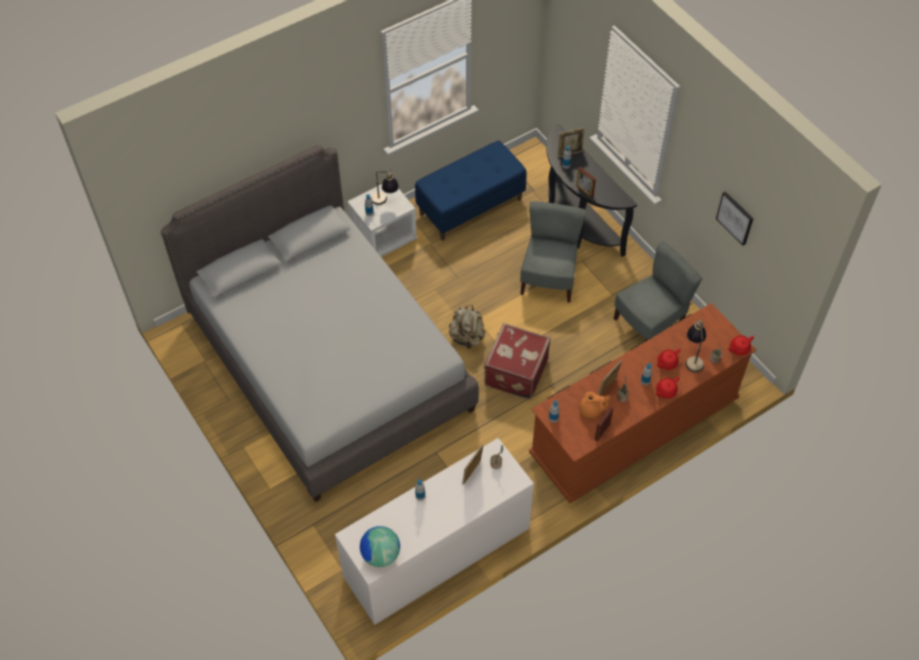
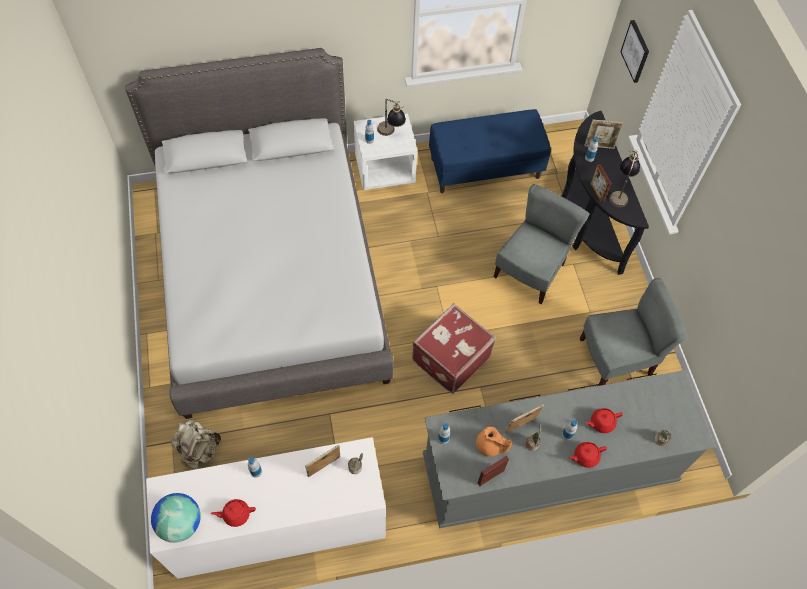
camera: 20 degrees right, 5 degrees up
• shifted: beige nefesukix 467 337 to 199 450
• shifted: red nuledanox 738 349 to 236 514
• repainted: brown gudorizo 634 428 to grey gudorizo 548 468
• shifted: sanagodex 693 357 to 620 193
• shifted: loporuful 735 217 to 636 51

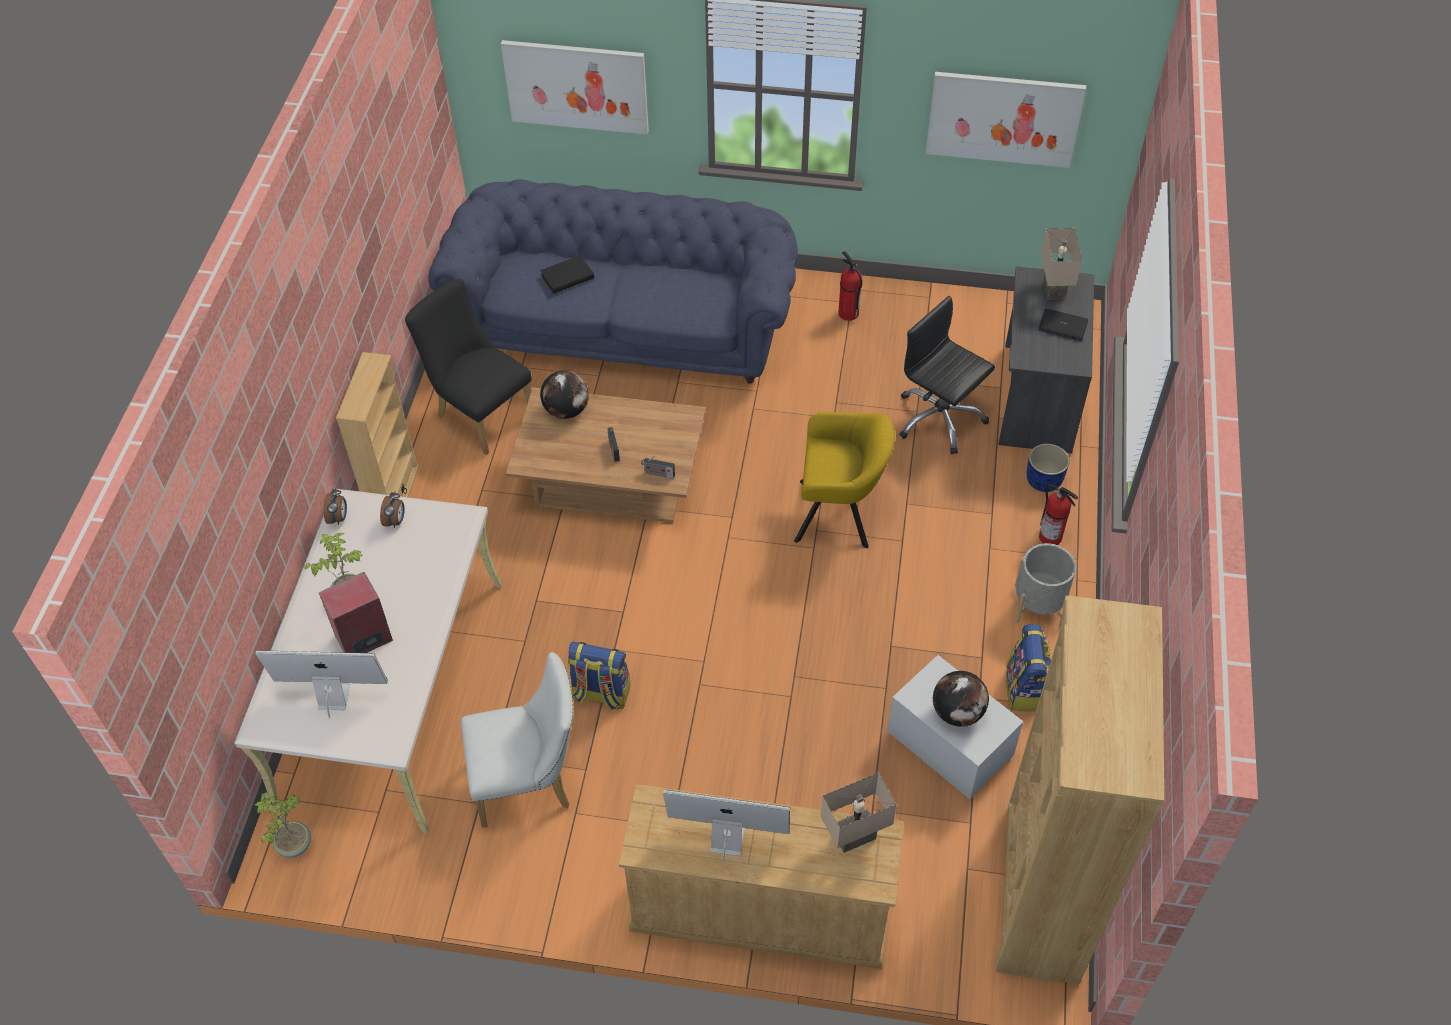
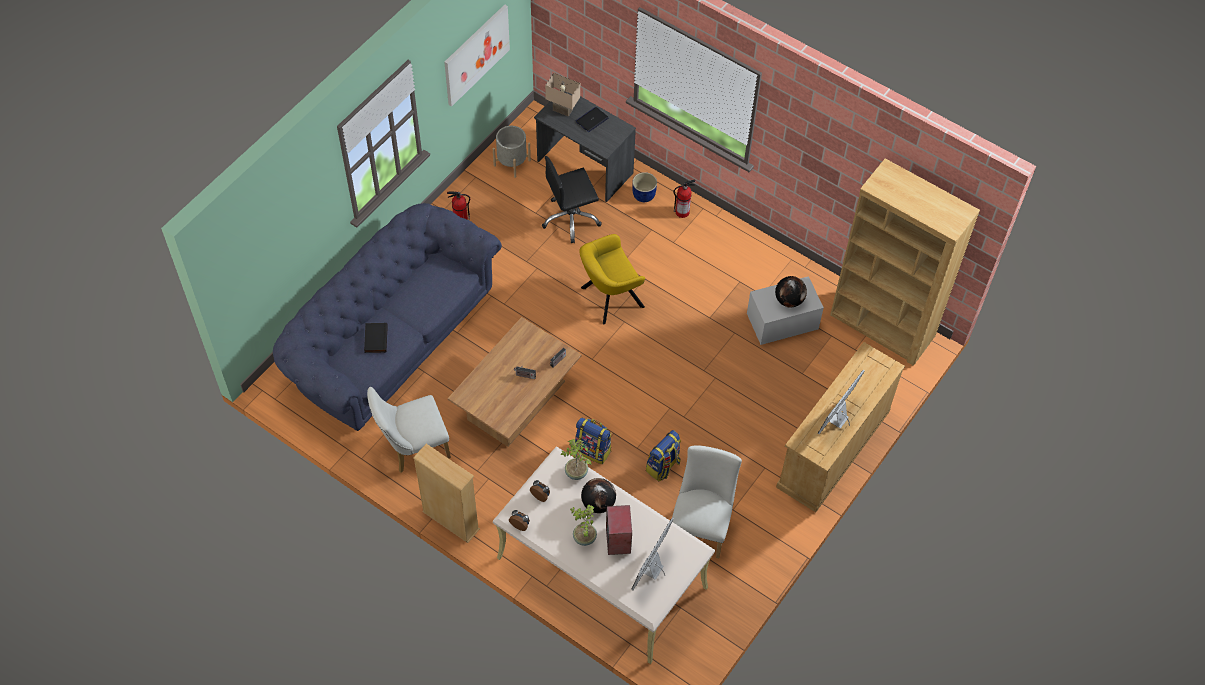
camera: 65 degrees left, 5 degrees up
• repainted: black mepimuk 480 413 to white mepimuk 412 448
• shifted: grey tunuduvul 1038 605 to 512 163
• shifted: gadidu 293 845 to 576 473
• shifted: nefesukix 1025 689 to 593 450
• rotated: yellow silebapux 840 514 = 609 298 150 degrees counterclockwise
• shifted: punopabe 566 410 to 598 503
• gone: loporuful 576 86
• gone: beige sanagodex 855 838

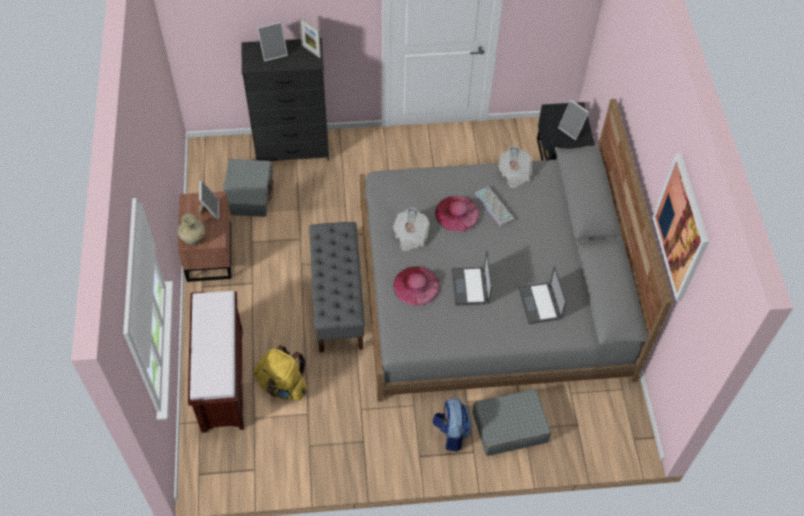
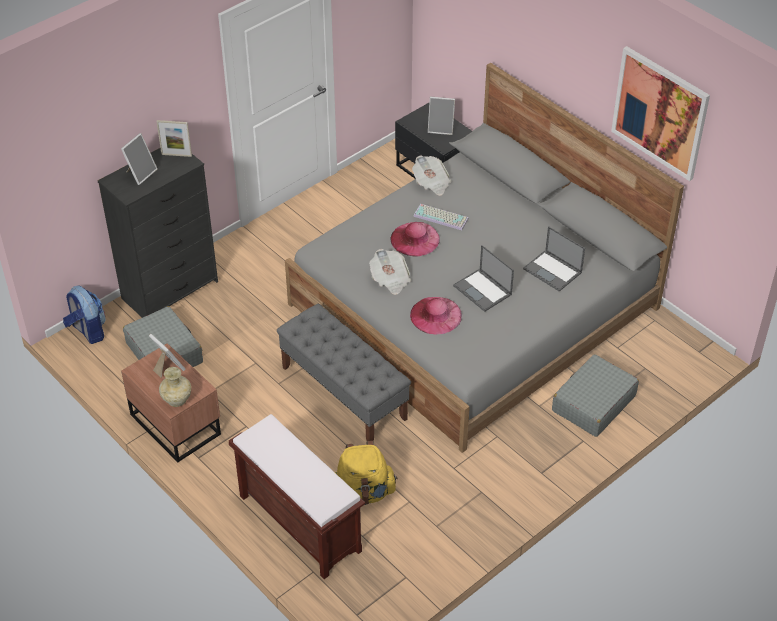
camera: 35 degrees left, 10 degrees down
• shifted: nefesukix 451 433 to 87 331

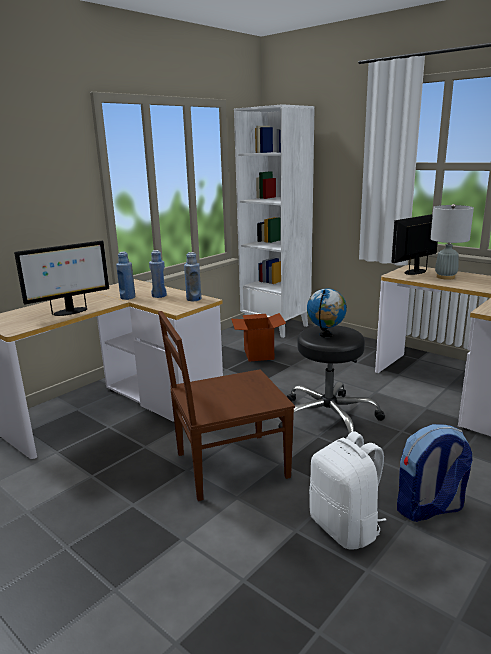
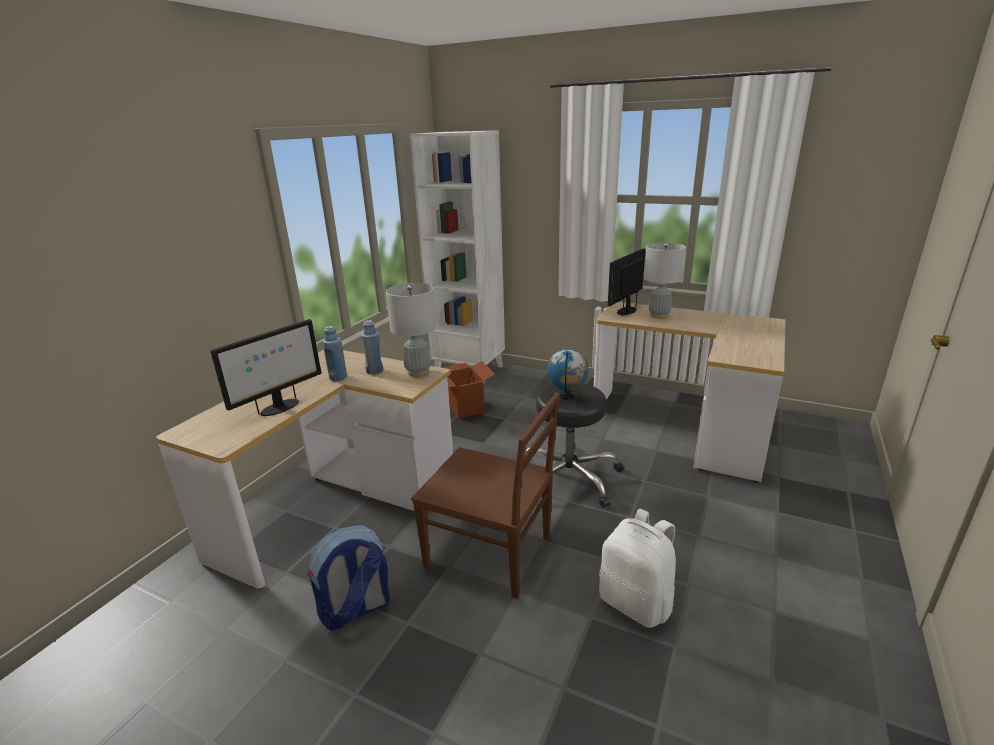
camera: 15 degrees left, 5 degrees up
• shifted: nefesukix 429 509 to 355 610
• swapped: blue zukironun 194 299 to grey sanagodex 418 372
• rotated: brown mepimuk 228 466 = 491 553 120 degrees counterclockwise

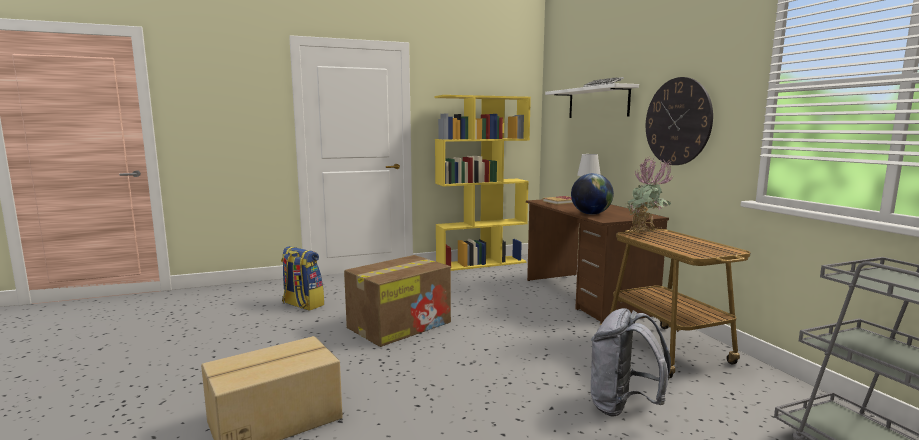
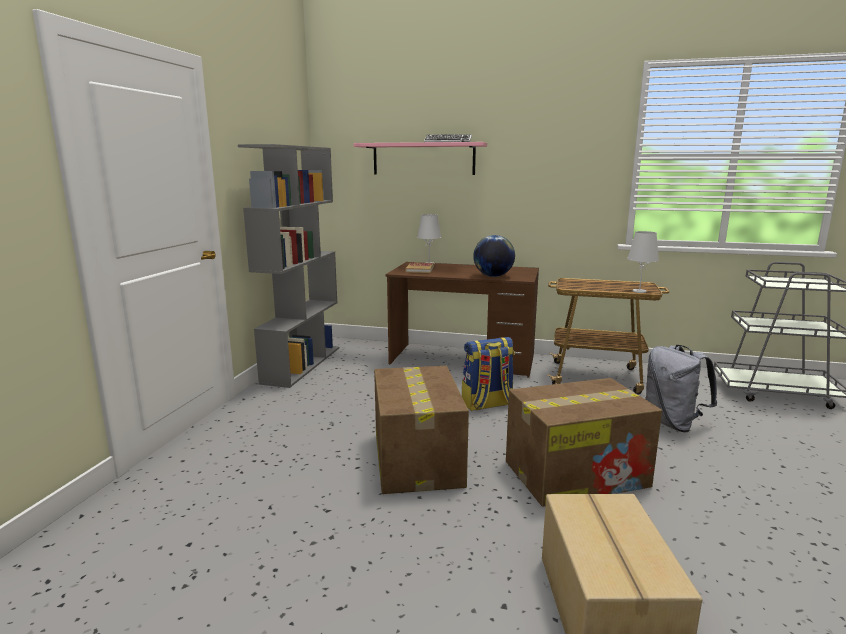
camera: 55 degrees left, 5 degrees up
• repainted: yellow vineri 481 263 to grey vineri 302 364
• repainted: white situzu 597 103 to pink situzu 423 159
• shifted: nefesukix 302 304 to 487 404
• new: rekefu 577 473
• new: white sanagodex 639 291
• gone: gadidu 646 234
• gone: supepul 677 121

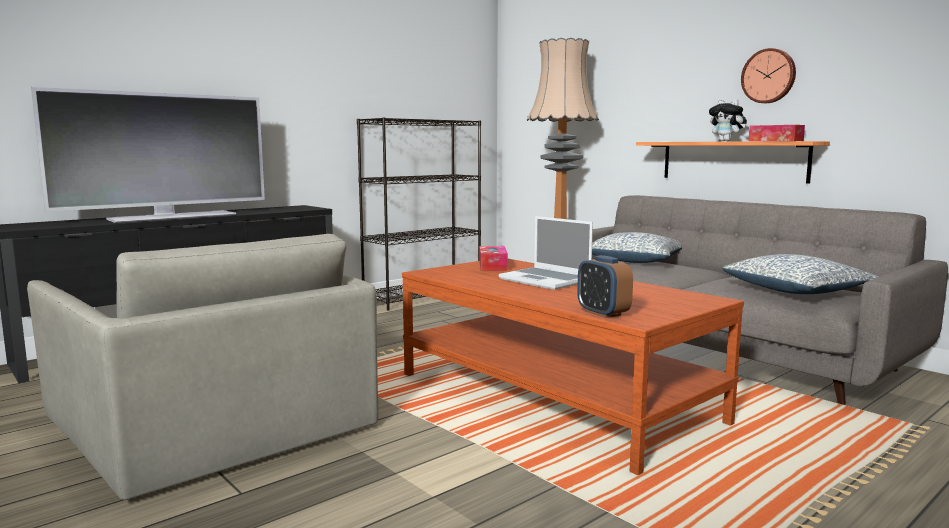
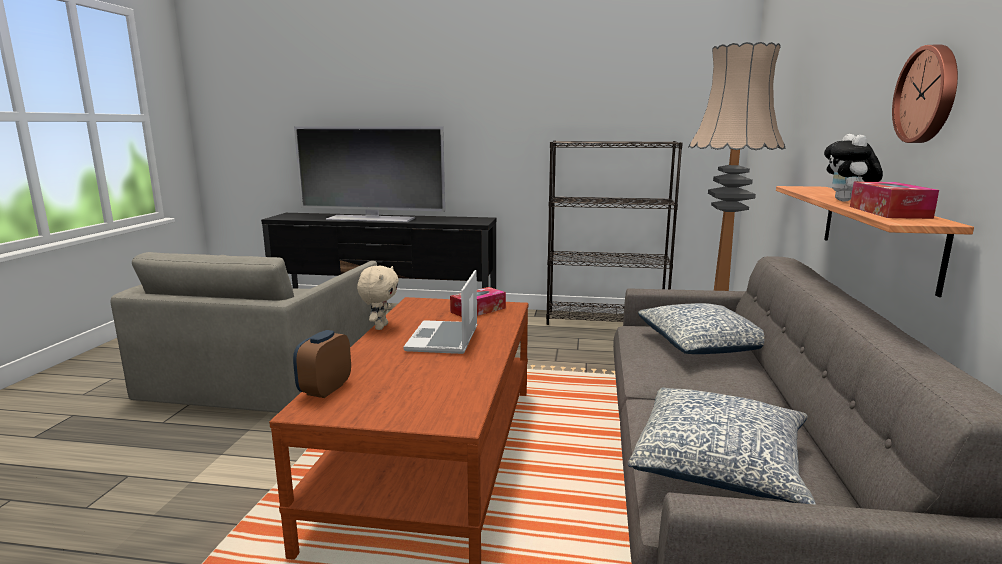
camera: 50 degrees right, 5 degrees up
• new: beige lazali 380 327

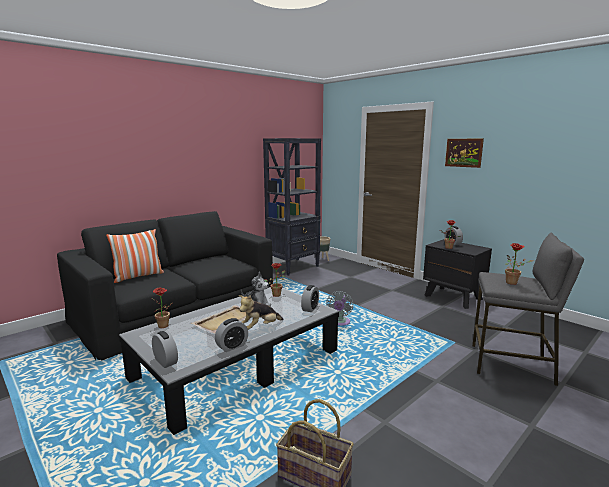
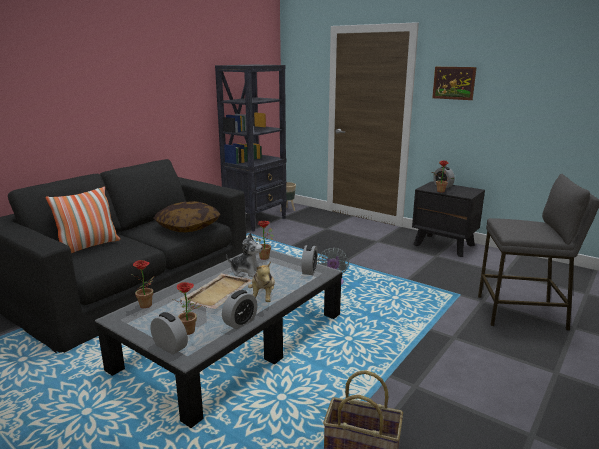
camera: 10 degrees left, 5 degrees up
• new: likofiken 188 226
• shifted: gadidu 514 283 to 191 331
• rotated: lazali 260 327 = 263 297 45 degrees counterclockwise

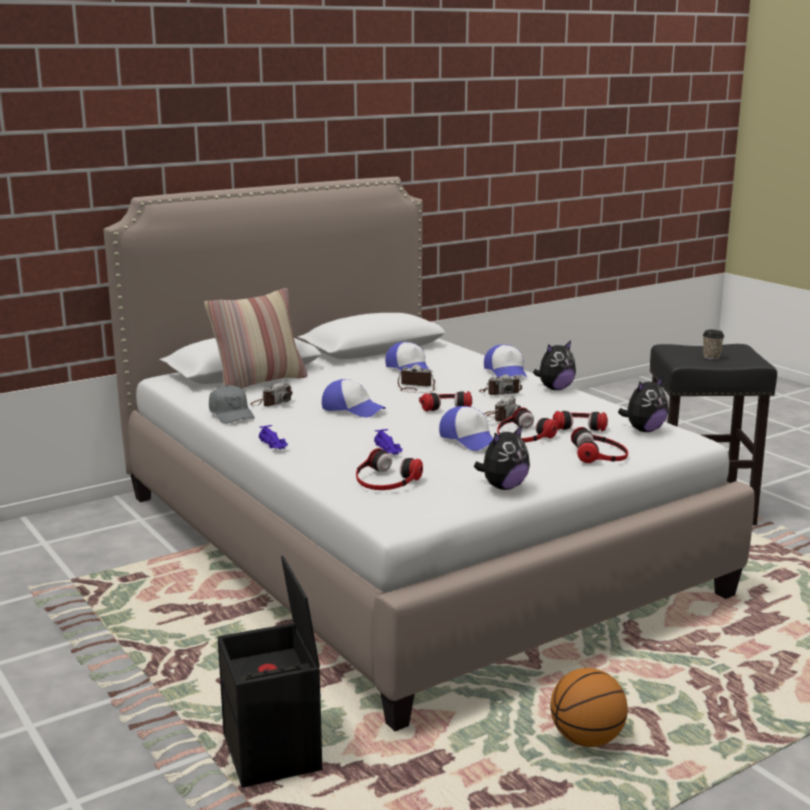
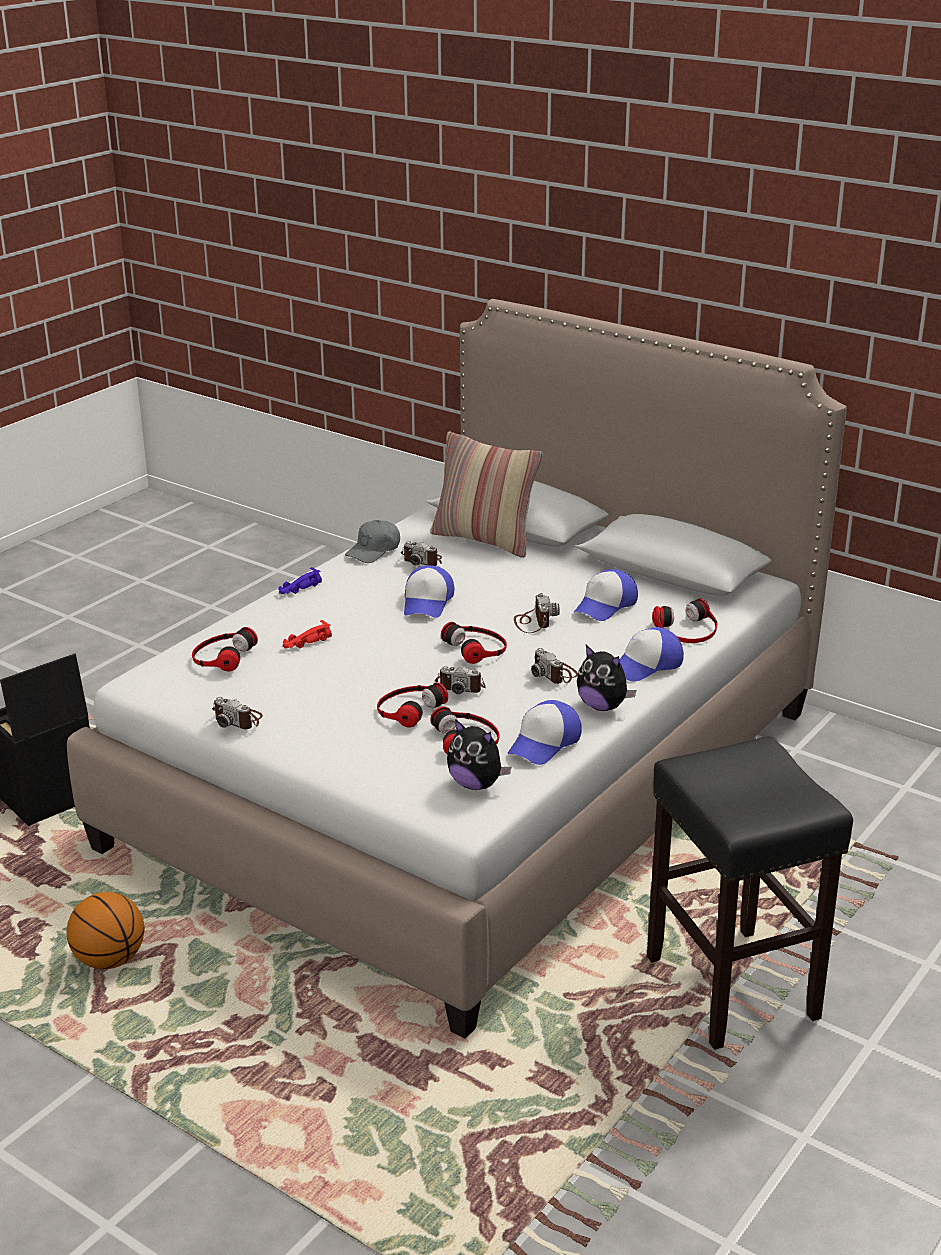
camera: 70 degrees right, 10 degrees up
• swapped: lazali 503 487 to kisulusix 238 719
• repainted: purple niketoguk 388 449 to red niketoguk 306 642
• shifted: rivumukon 470 439 to 544 743
• shifted: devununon 600 454 to 687 630
• gone: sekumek 711 357

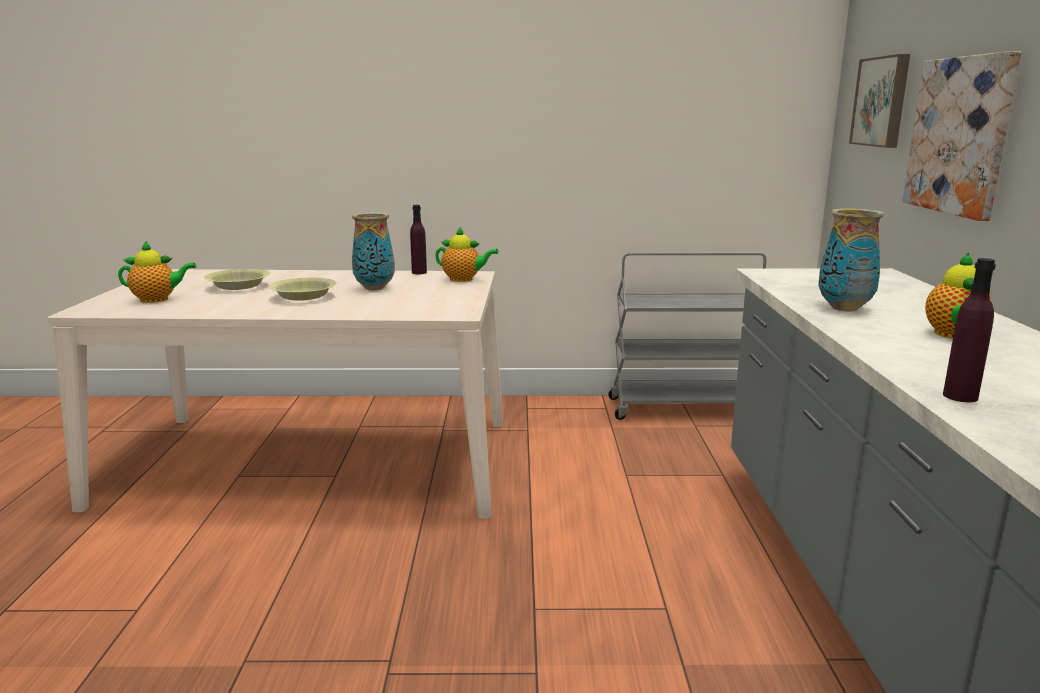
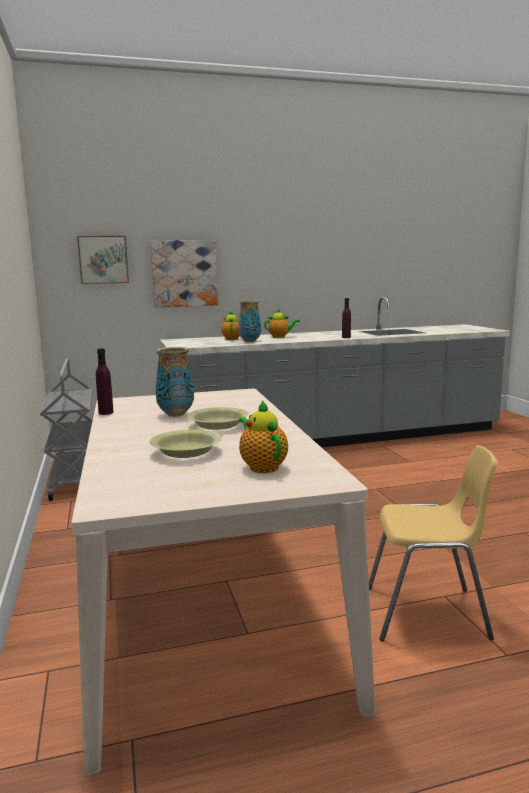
camera: 105 degrees left, 5 degrees down
• shifted: nuledanox 464 279 to 232 339
• new: yellow mepimuk 427 613

